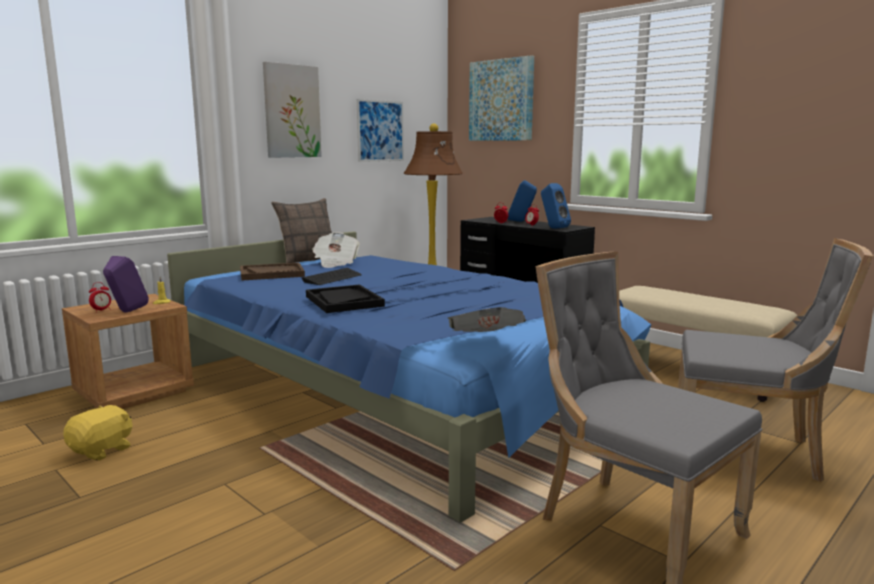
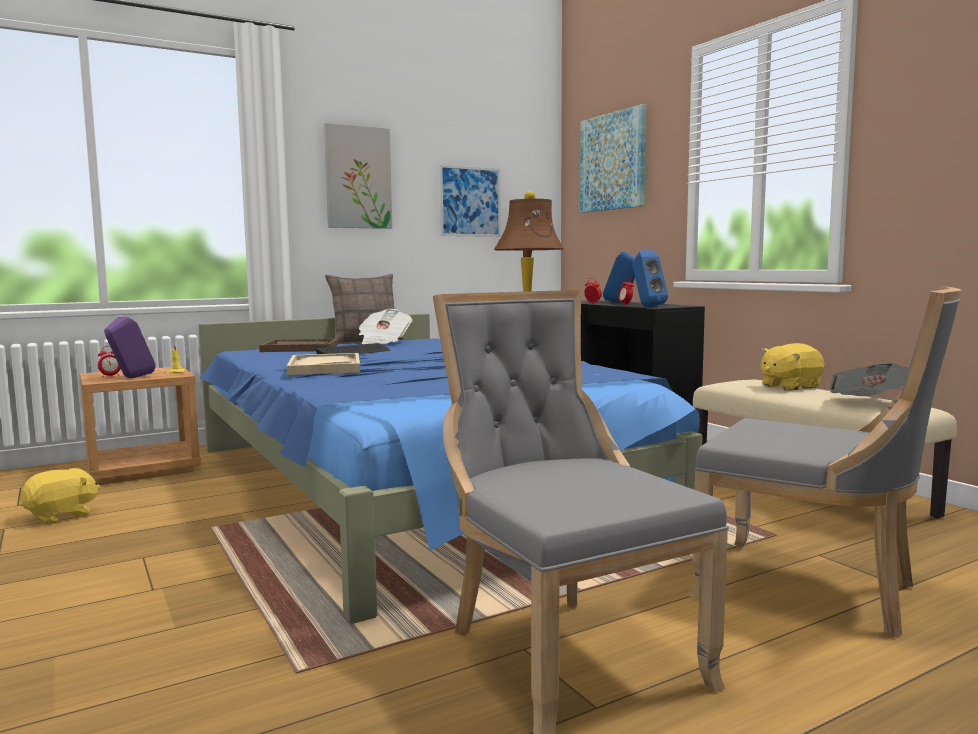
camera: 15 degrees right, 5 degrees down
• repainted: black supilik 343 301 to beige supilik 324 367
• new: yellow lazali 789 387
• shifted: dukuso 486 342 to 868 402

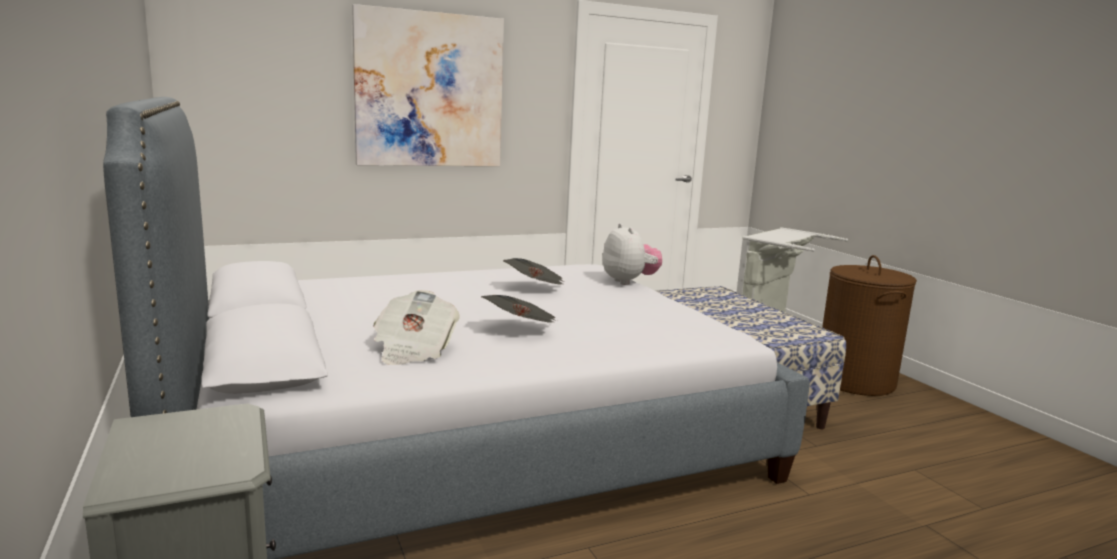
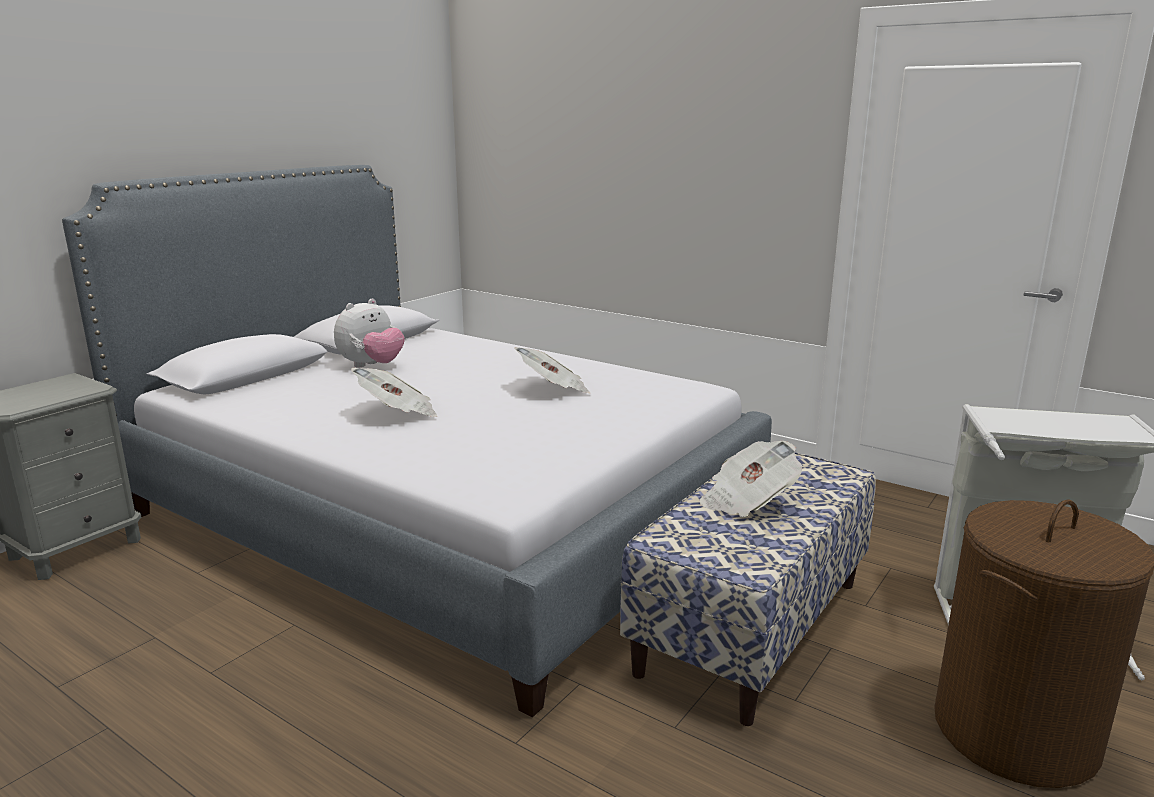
camera: 60 degrees right, 5 degrees up
• shifted: lazali 629 282 to 371 366
• shifted: dukuso 413 350 to 747 501
• gone: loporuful 430 90

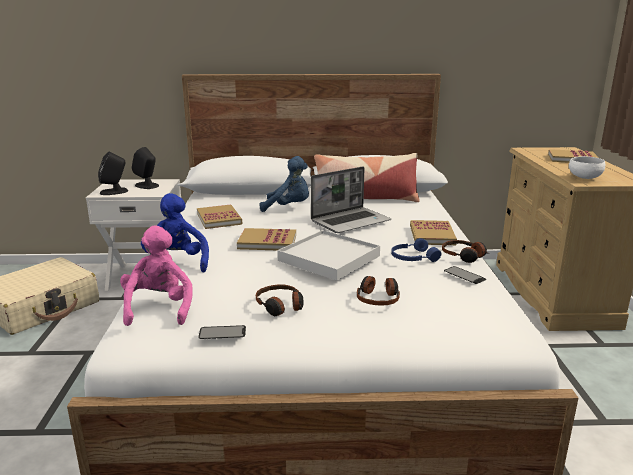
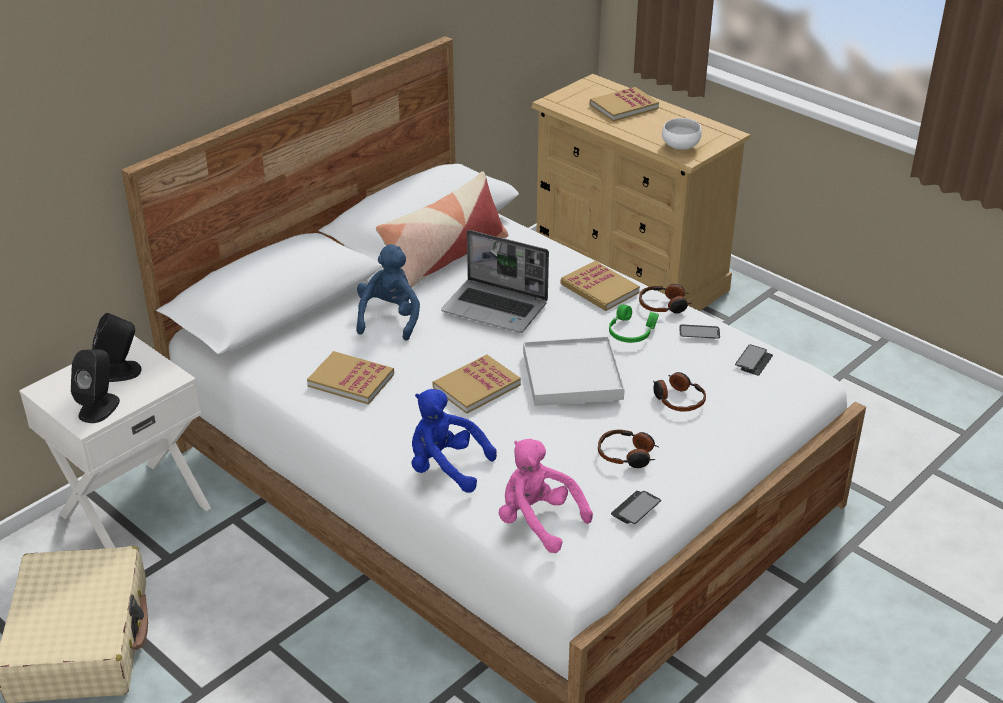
camera: 45 degrees left, 15 degrees up
• rotated: blue lazali 288 207 = 389 318 45 degrees counterclockwise
• rotated: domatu 351 221 = 496 308 105 degrees clockwise
• repainted: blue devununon 413 258 to green devununon 630 332
• new: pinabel 753 361

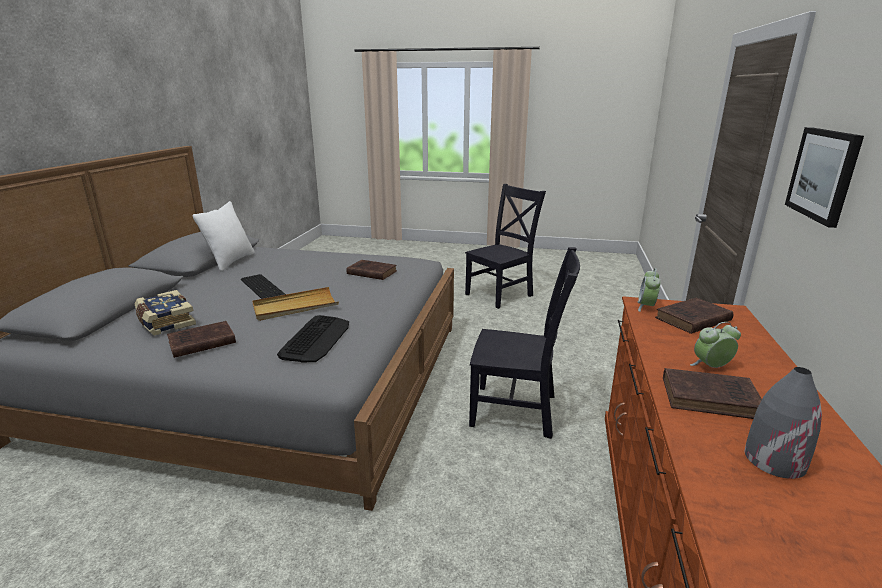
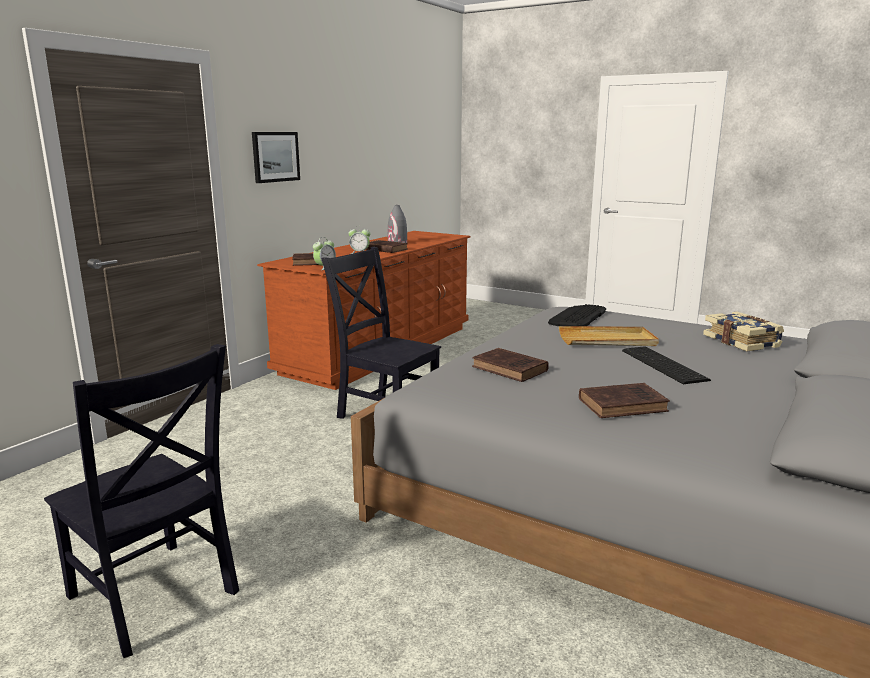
camera: 160 degrees left, 5 degrees down
• rotated: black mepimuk 501 294 = 155 598 120 degrees counterclockwise
• shifted: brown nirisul 200 343 to 624 405
• gone: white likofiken 230 261

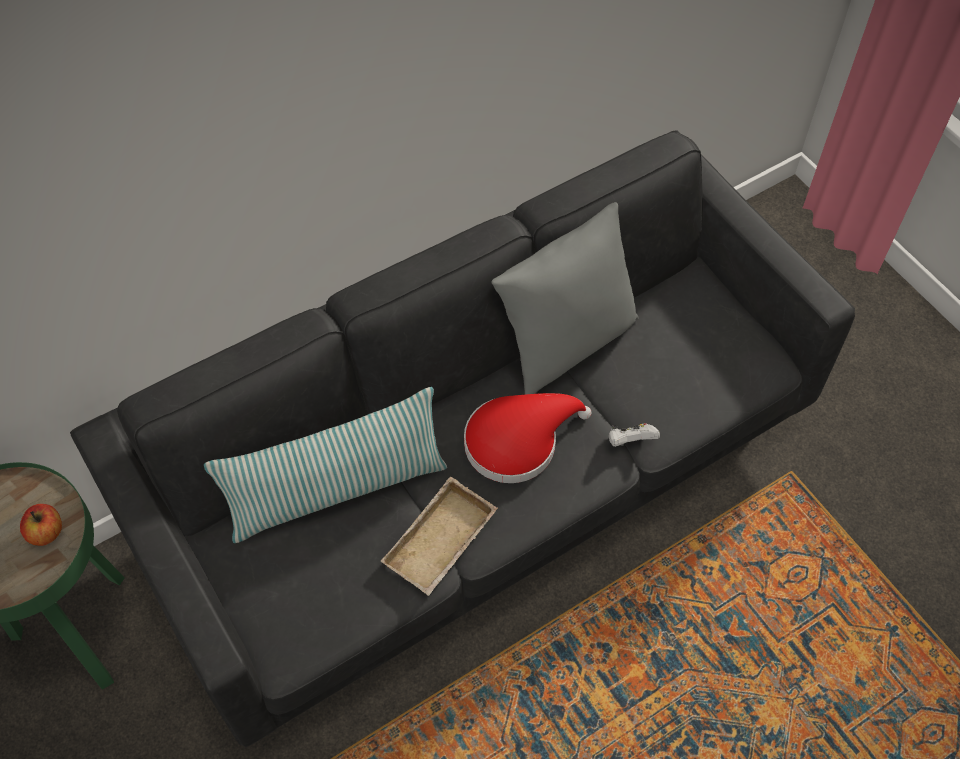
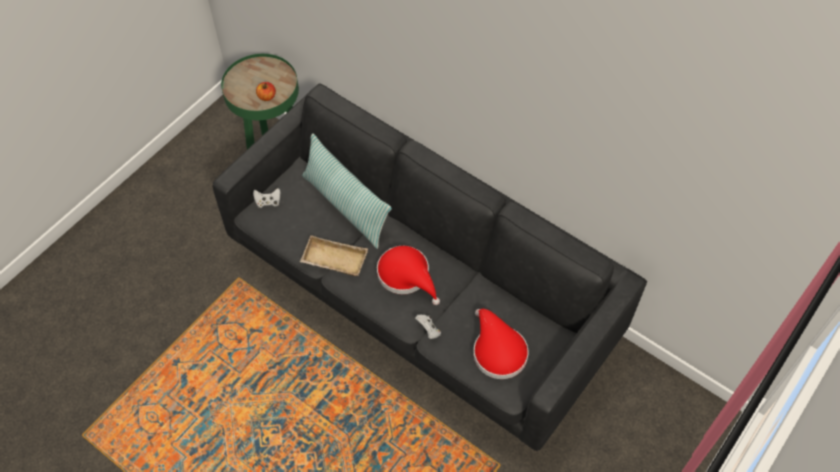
camera: 70 degrees right, 0 degrees up
• new: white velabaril 268 202
• new: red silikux 497 350
• gone: grey likofiken 565 344

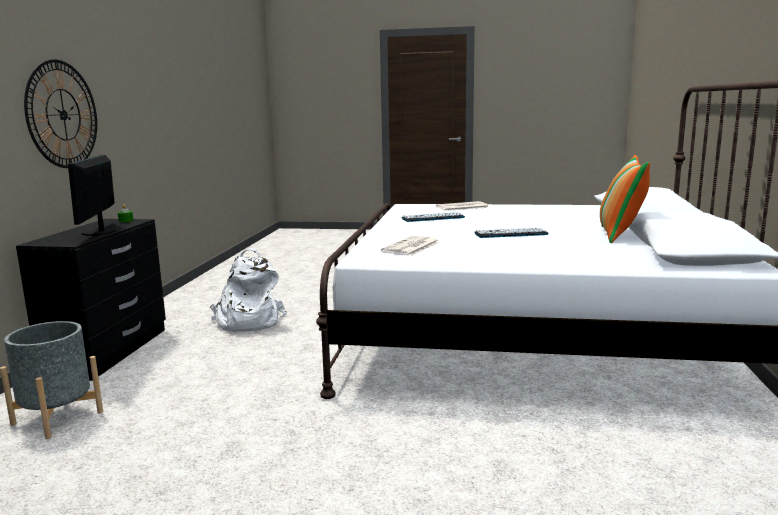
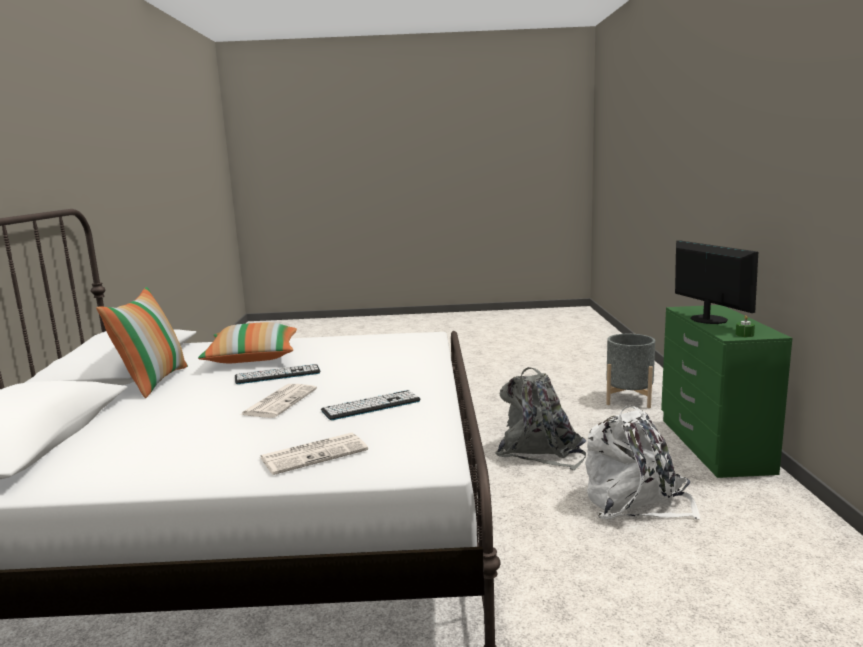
camera: 170 degrees right, 0 degrees up
• new: likofiken 252 358
• shifted: dukuso 411 247 to 280 401
• new: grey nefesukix 540 451
• repainted: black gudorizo 109 351 to green gudorizo 713 445
• gone: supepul 63 114

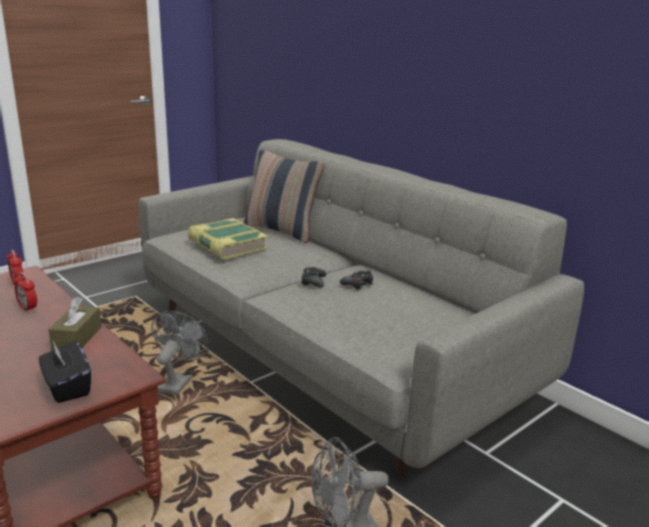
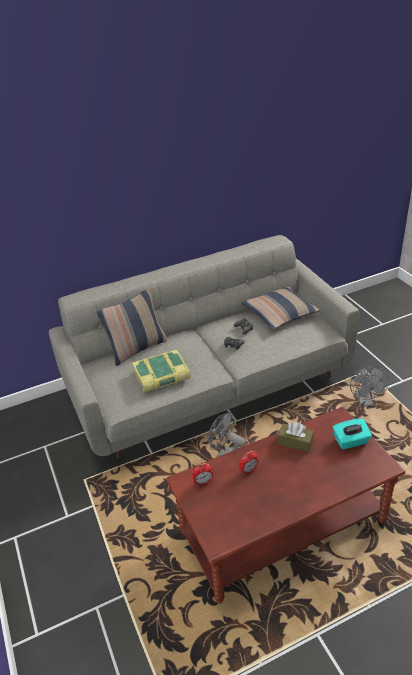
camera: 70 degrees left, 15 degrees up
• new: likofiken 279 313
• repainted: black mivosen 67 387 to turquoise mivosen 351 441

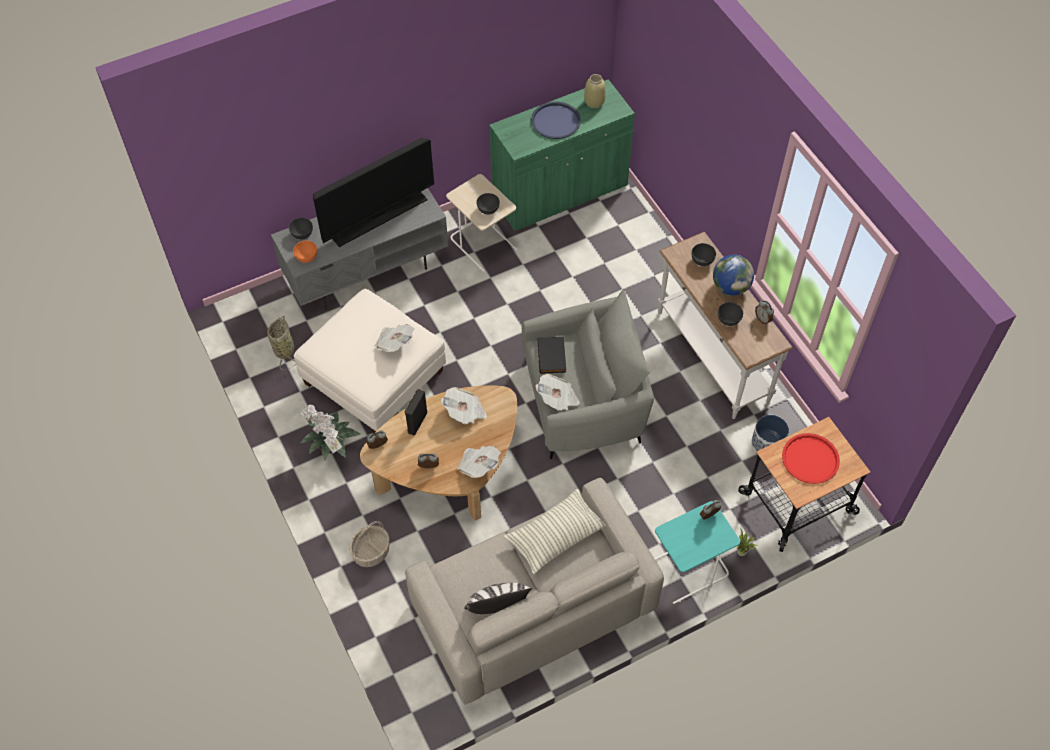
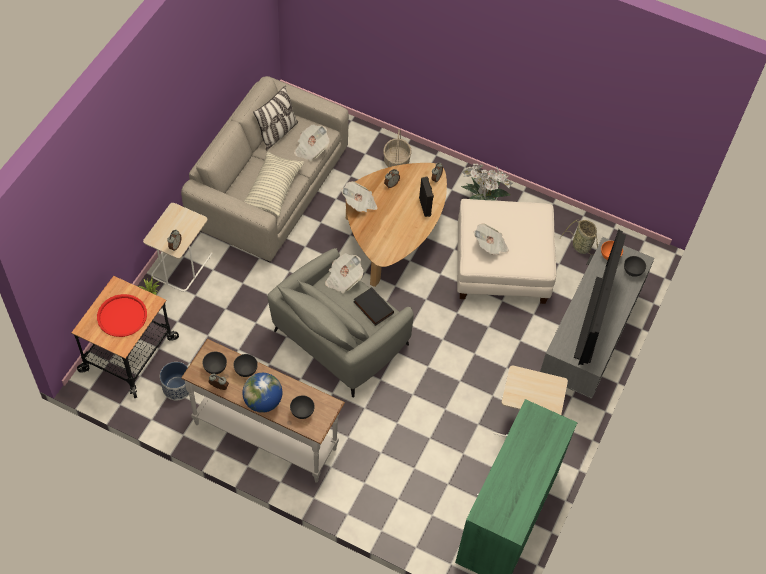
camera: 140 degrees right, 0 degrees up
• repainted: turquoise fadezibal 688 570 to beige fadezibal 181 264
• shifted: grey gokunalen 488 209 to 215 368
• shifted: dukuso 465 412 to 311 149
• gone: blue supilik 555 121
• gone: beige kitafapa 594 102

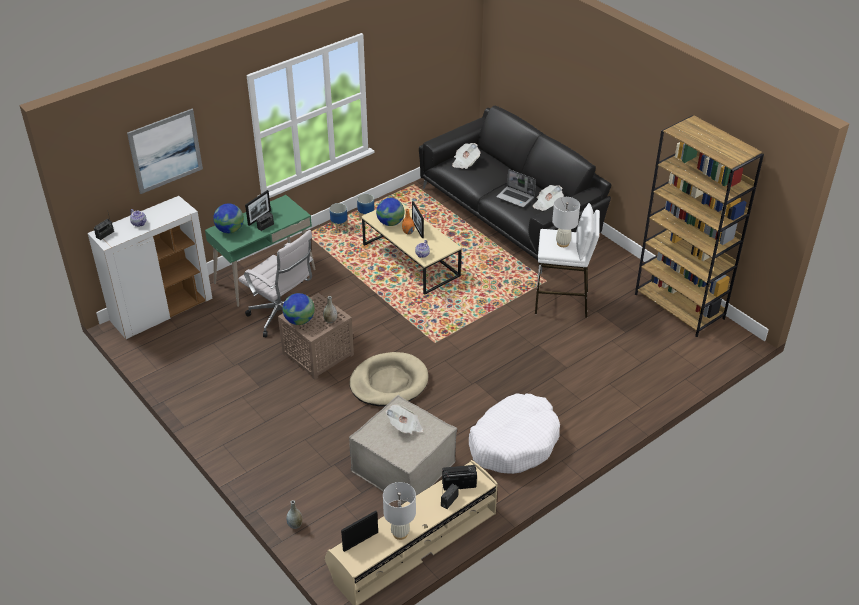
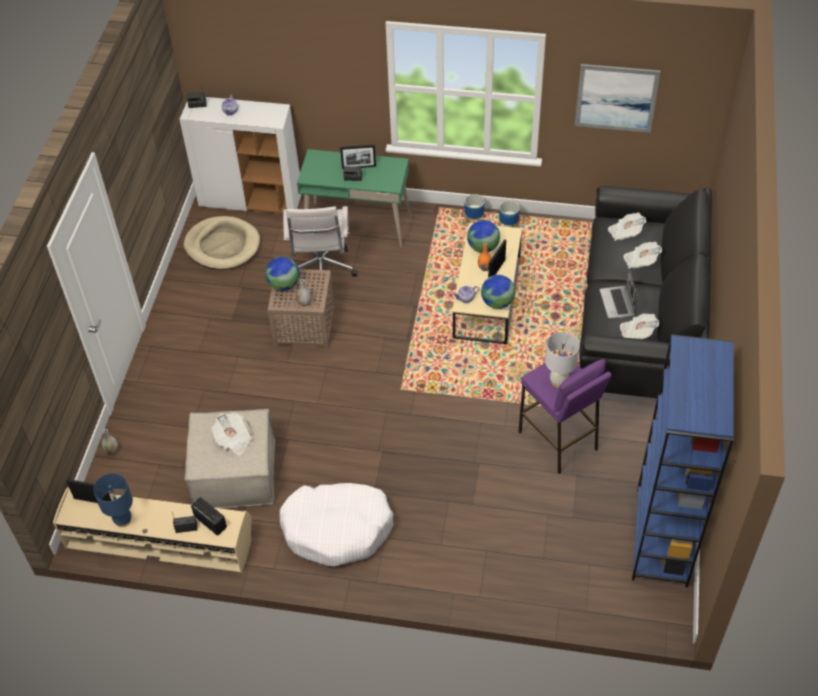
camera: 50 degrees right, 10 degrees up
• repainted: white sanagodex 400 533 to blue sanagodex 123 520
• shifted: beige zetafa 389 382 to 222 246
• shifted: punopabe 230 230 to 497 303
• repainted: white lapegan 561 302 to purple lapegan 558 441
• shifted: loporuful 165 151 to 616 98
• new: dukuso 640 261
• repainted: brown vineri 680 306 to blue vineri 662 537

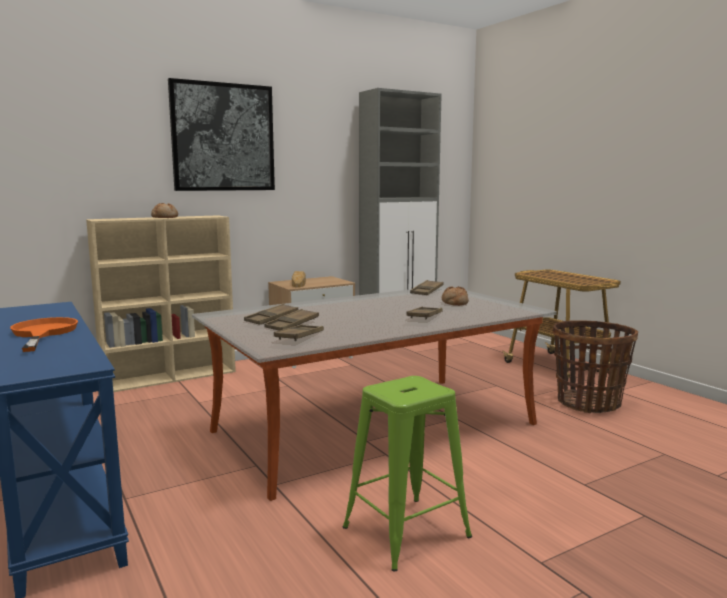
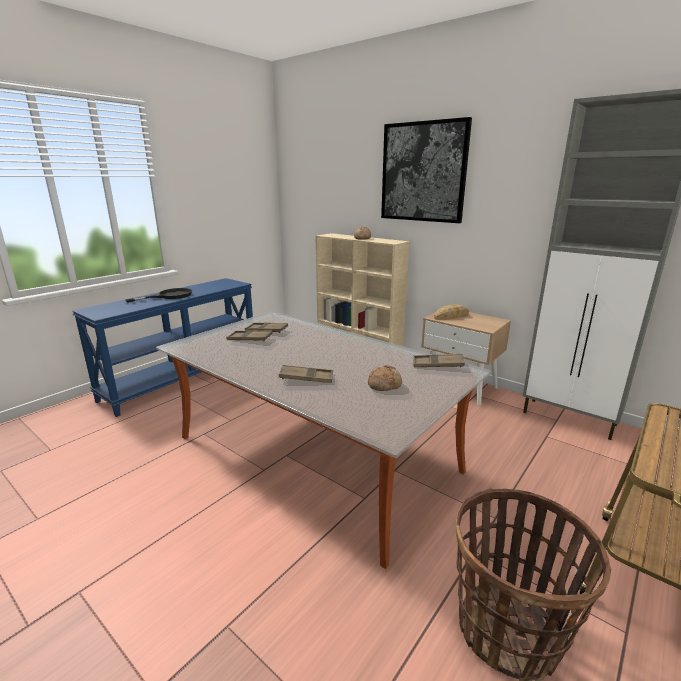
camera: 70 degrees right, 10 degrees up
• repainted: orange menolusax 43 333 to black menolusax 169 296
• gone: brown supilik 299 336
• gone: green lapegan 407 532

